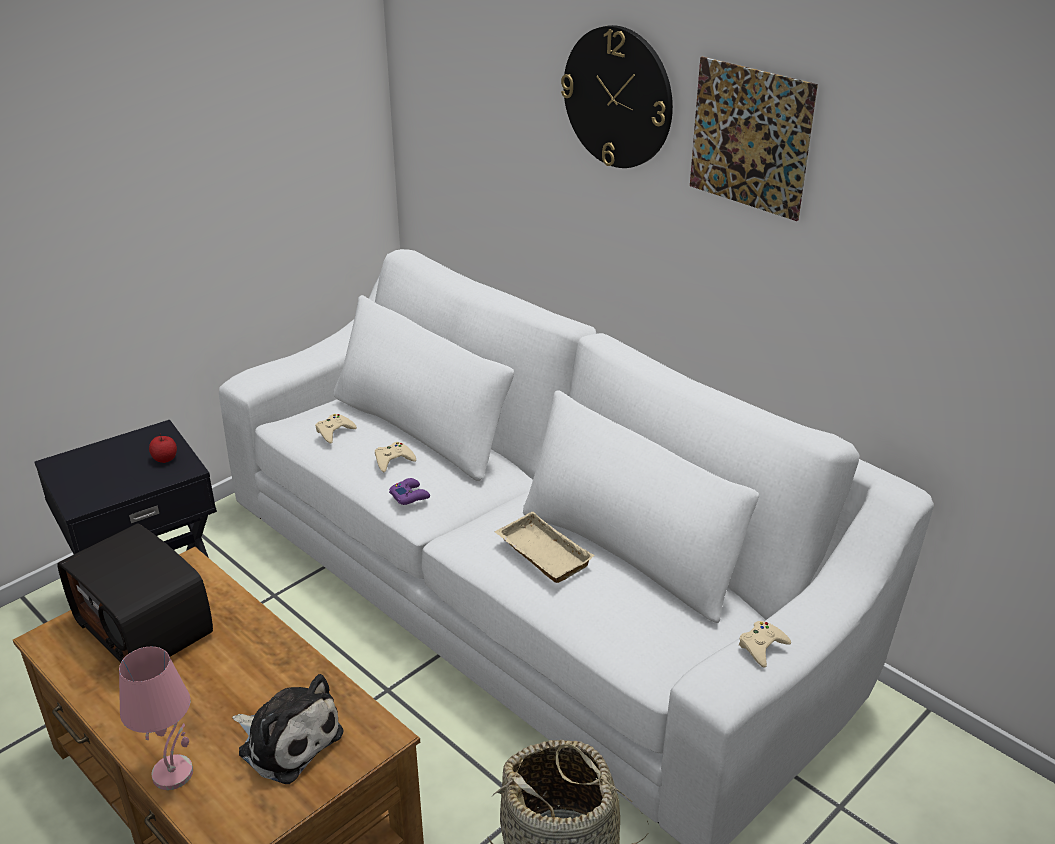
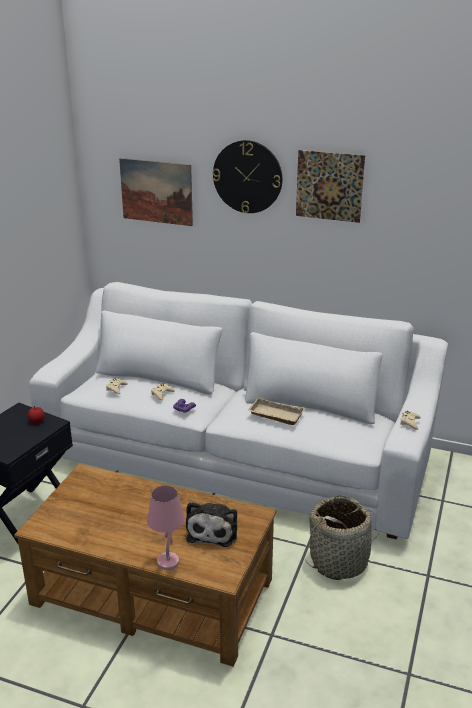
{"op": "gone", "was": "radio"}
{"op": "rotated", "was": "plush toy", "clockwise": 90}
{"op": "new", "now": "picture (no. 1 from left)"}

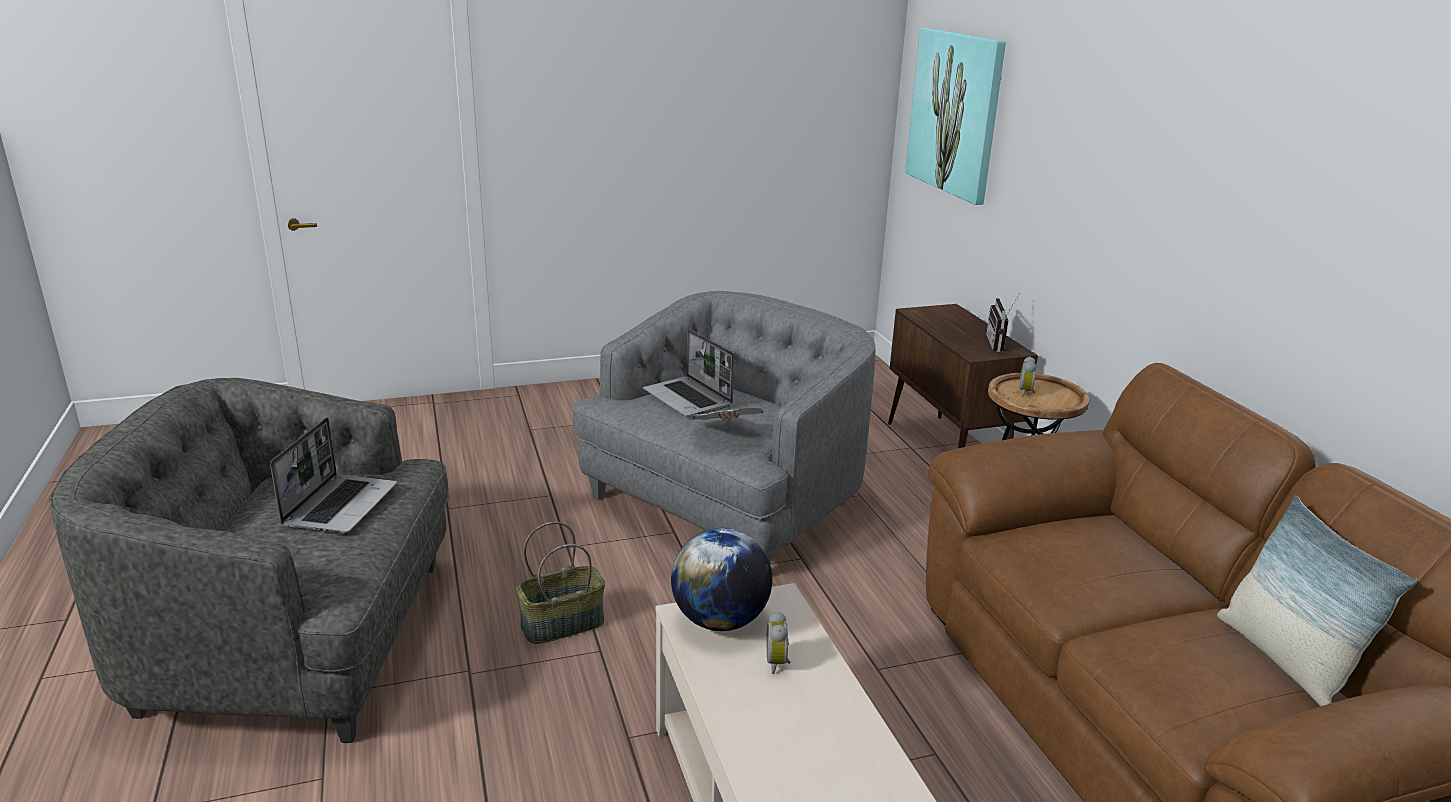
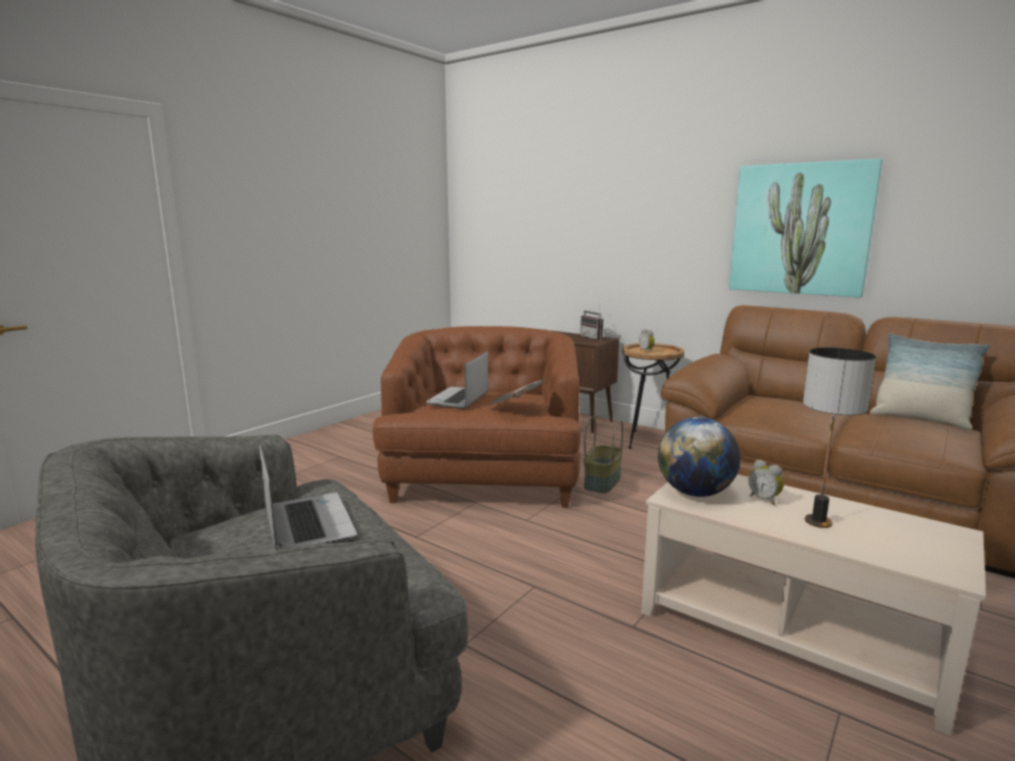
{"op": "shifted", "was": "picture"}
{"op": "repainted", "was": "armchair in grey (no. 2 from left)", "now": "armchair in brown"}
{"op": "rotated", "was": "laptop (no. 2 from left)", "clockwise": 90}
{"op": "shifted", "was": "basket"}
{"op": "new", "now": "table lamp"}

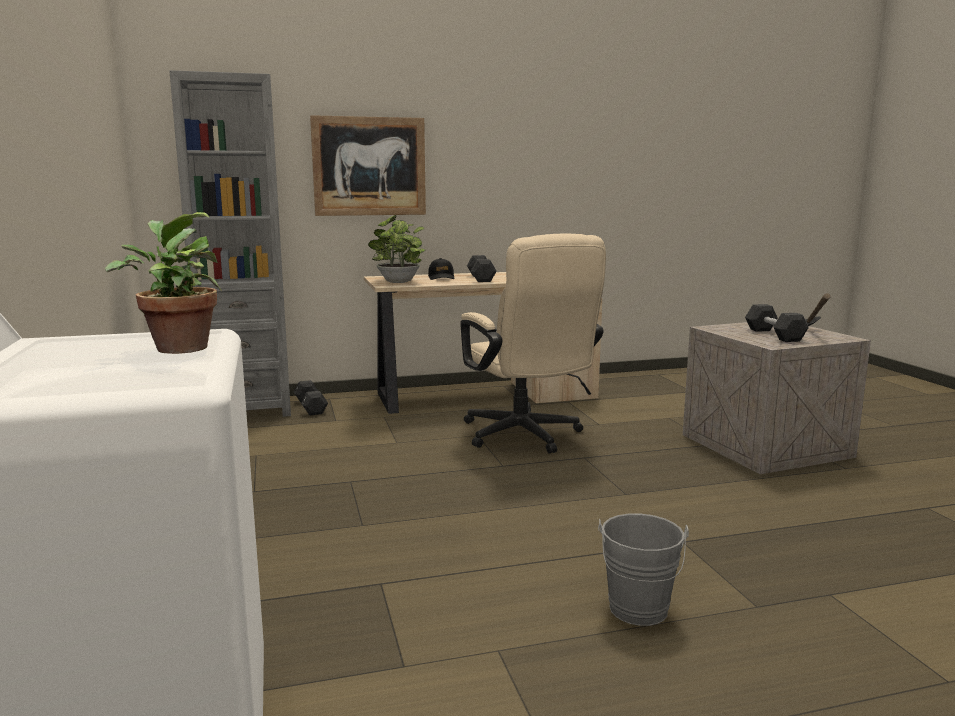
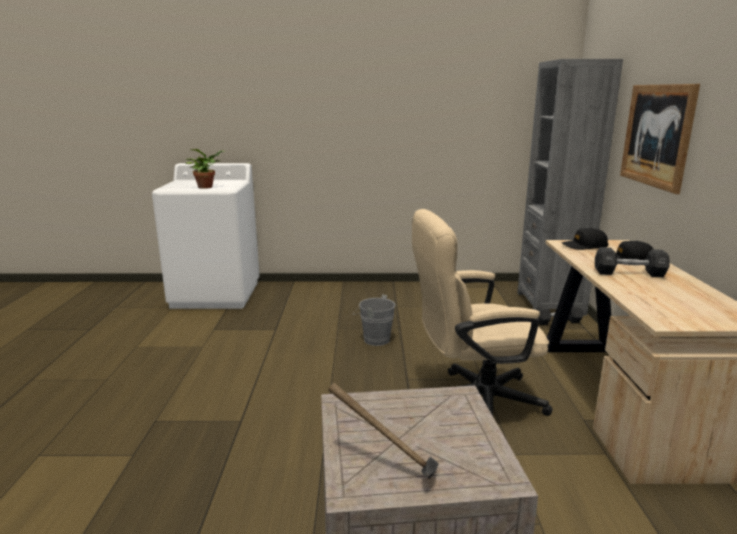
{"op": "swapped", "was": "potted plant (no. 2 from left)", "now": "cap in black (no. 1 from left)"}
{"op": "gone", "was": "dumbbell in black (no. 3 from left)"}
{"op": "shifted", "was": "bucket in grey"}

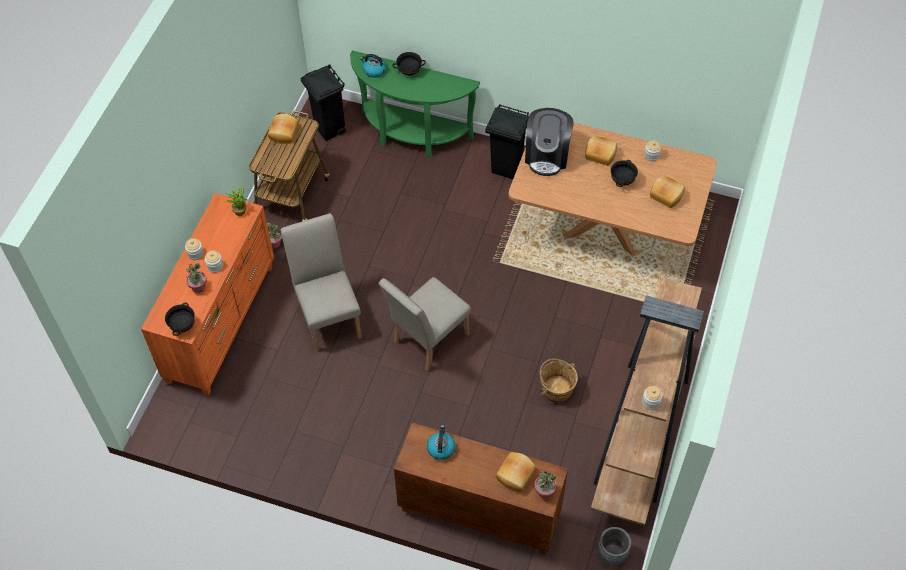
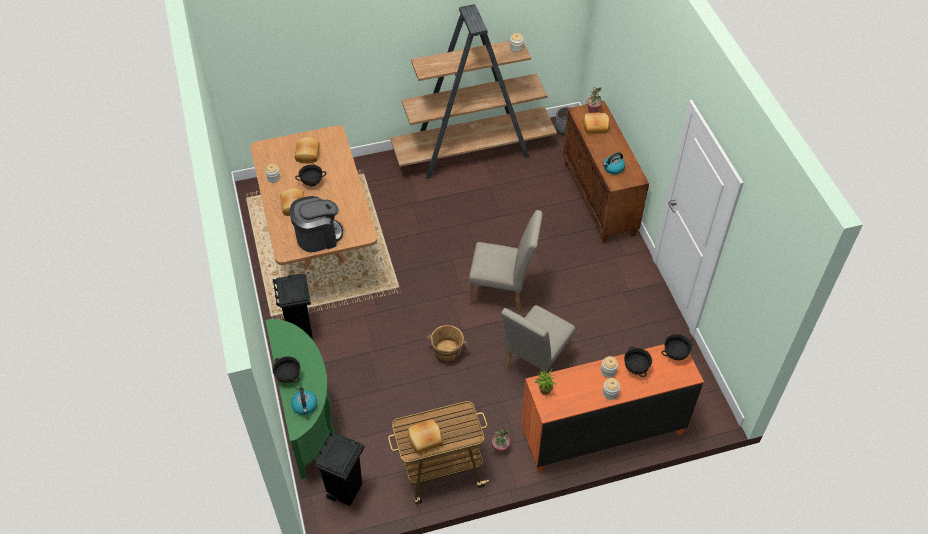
{"op": "swapped", "was": "potted plant (no. 1 from left)", "now": "bowl in black (no. 3 from left)"}
{"op": "shifted", "was": "bucket in brown"}

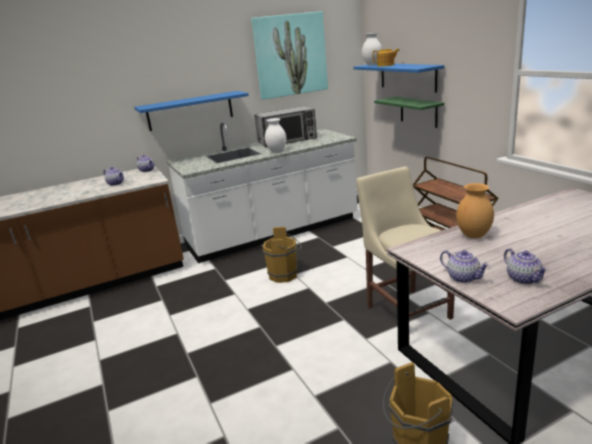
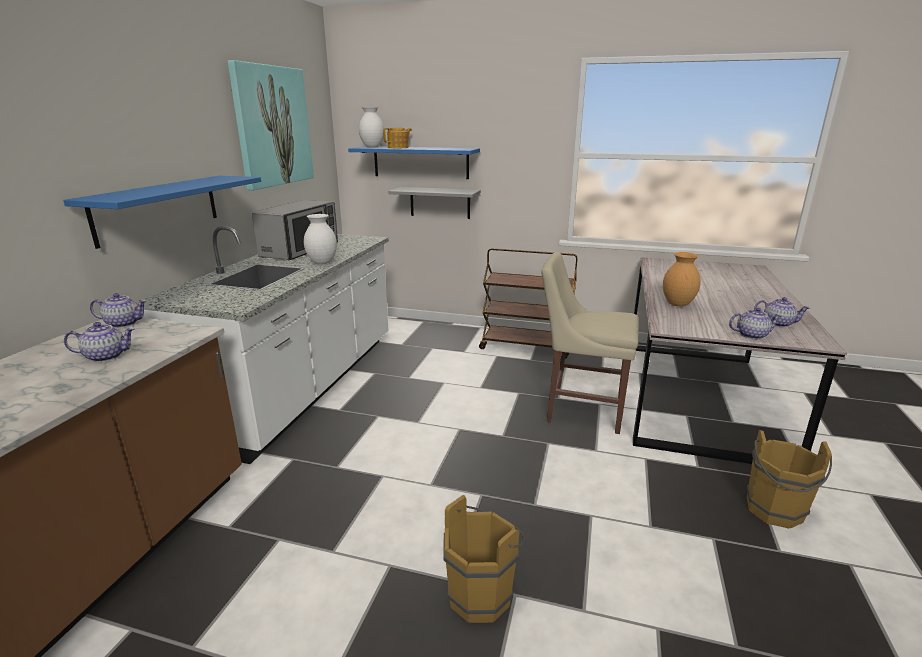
{"op": "repainted", "was": "shelf in green", "now": "shelf in grey"}
{"op": "shifted", "was": "bucket in brown (no. 1 from left)"}

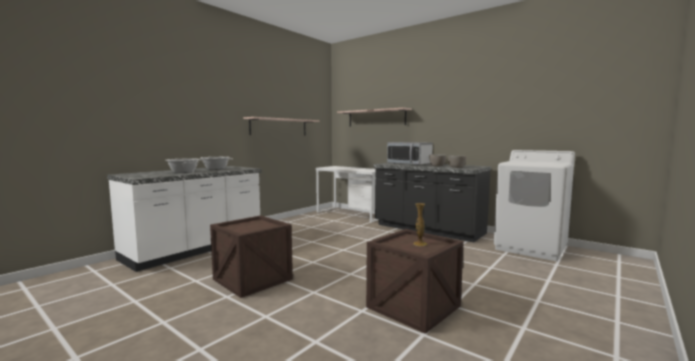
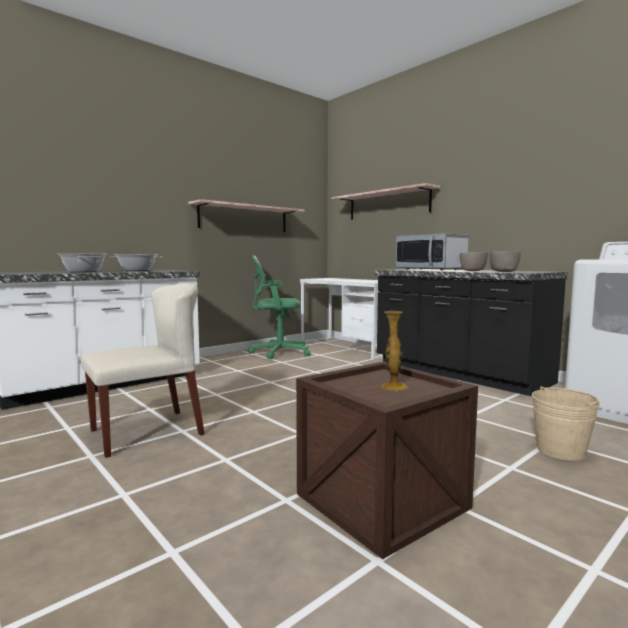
{"op": "swapped", "was": "crate (no. 1 from left)", "now": "chair in beige"}
{"op": "new", "now": "office chair in green"}
{"op": "new", "now": "bucket in beige"}

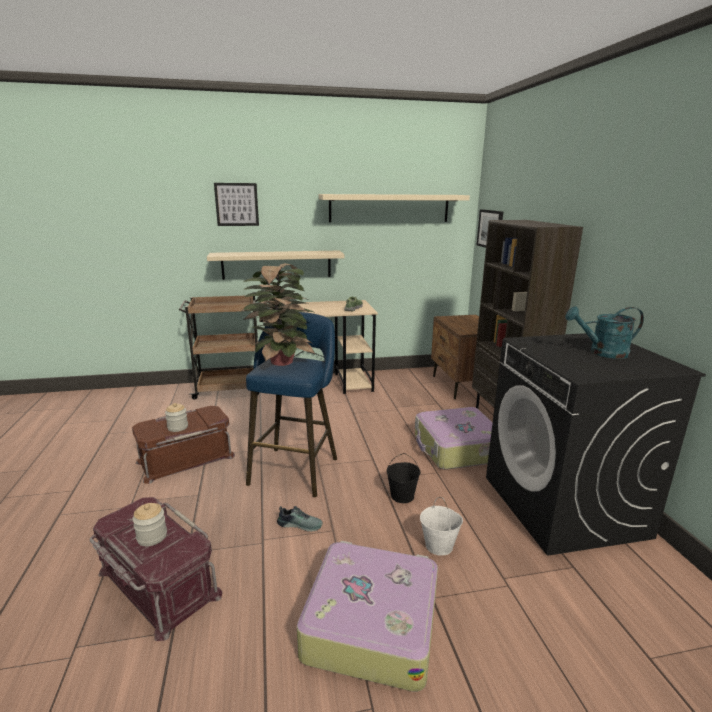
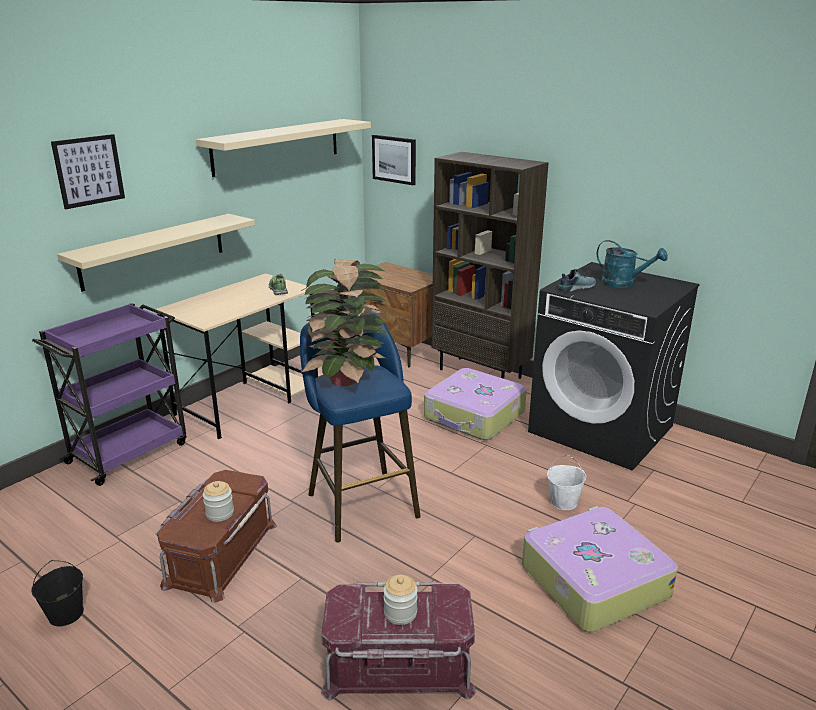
{"op": "repainted", "was": "cart in brown", "now": "cart in purple"}
{"op": "rotated", "was": "watering can in turquoise", "clockwise": -105}
{"op": "shifted", "was": "bucket in black"}
{"op": "shifted", "was": "shoe (no. 1 from left in the first image)", "now": "shoe (no. 2 from left)"}

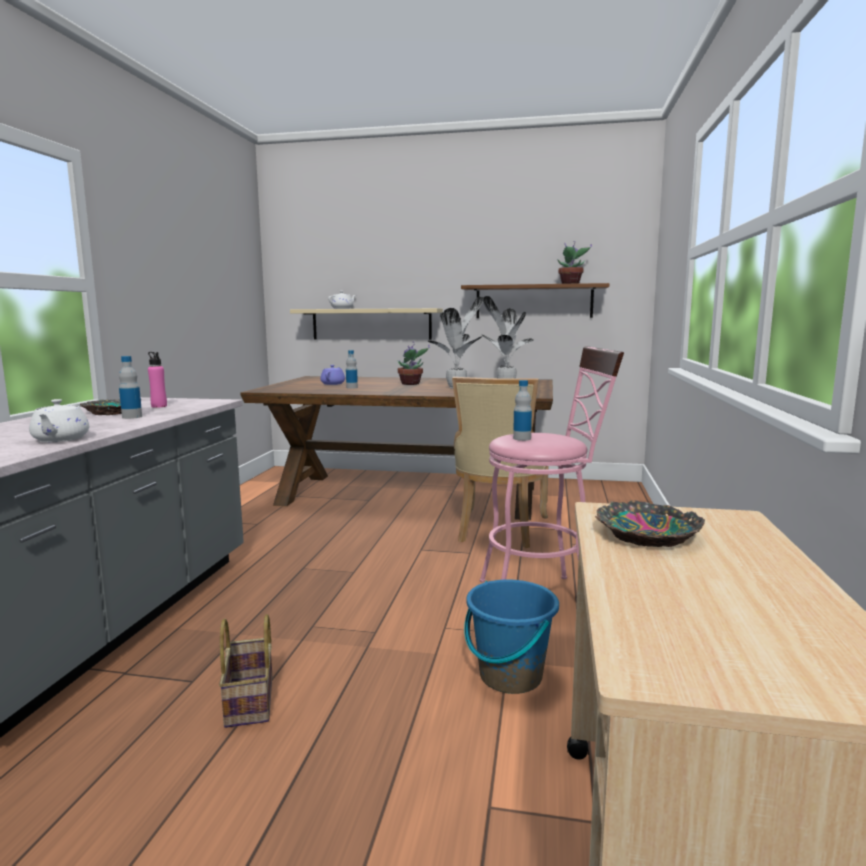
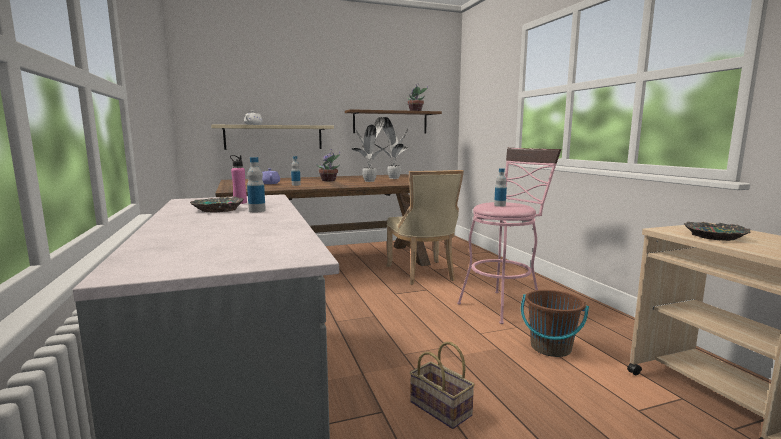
{"op": "gone", "was": "teapot in white (no. 1 from left)"}
{"op": "repainted", "was": "bucket in blue", "now": "bucket in brown"}

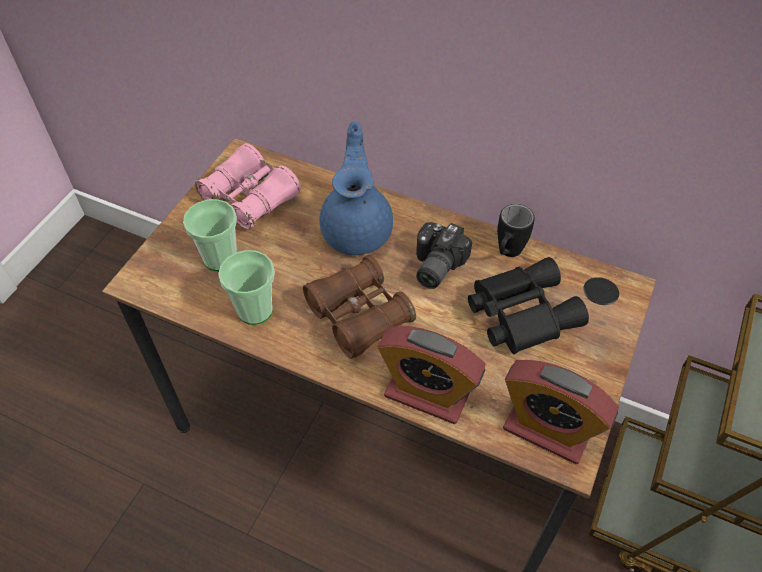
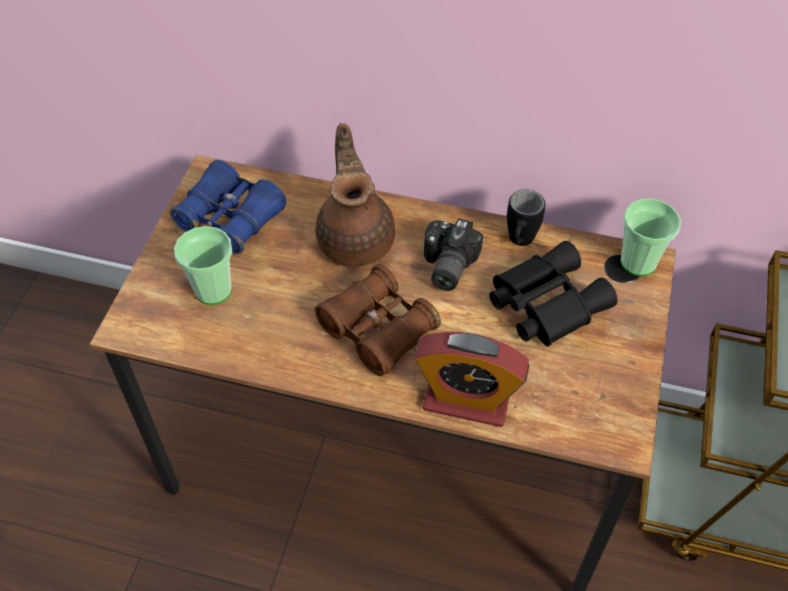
{"op": "repainted", "was": "teapot in blue", "now": "teapot in brown"}
{"op": "repainted", "was": "binoculars in pink", "now": "binoculars in blue"}
{"op": "shifted", "was": "cup (no. 2 from left)"}
{"op": "gone", "was": "alarm clock (no. 2 from left)"}

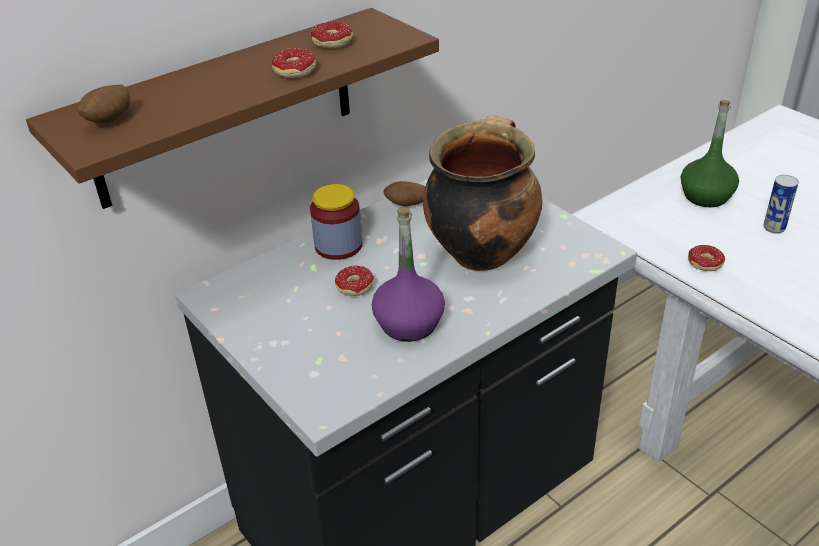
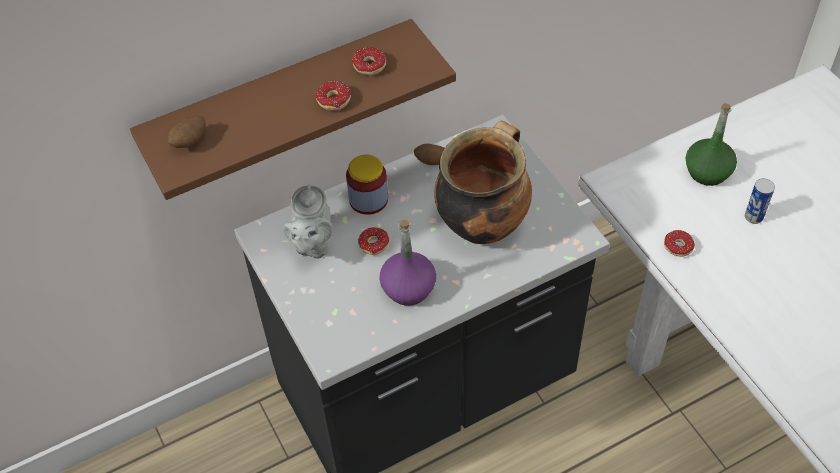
{"op": "new", "now": "teapot in grey"}

